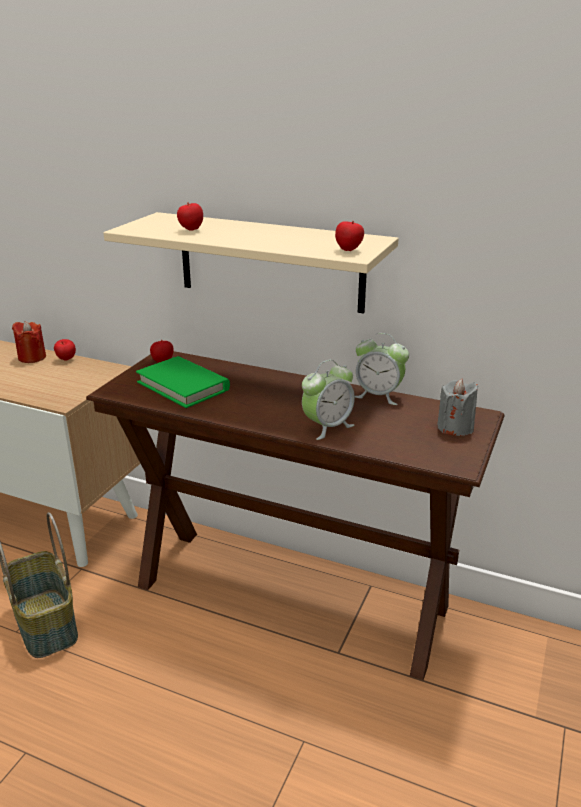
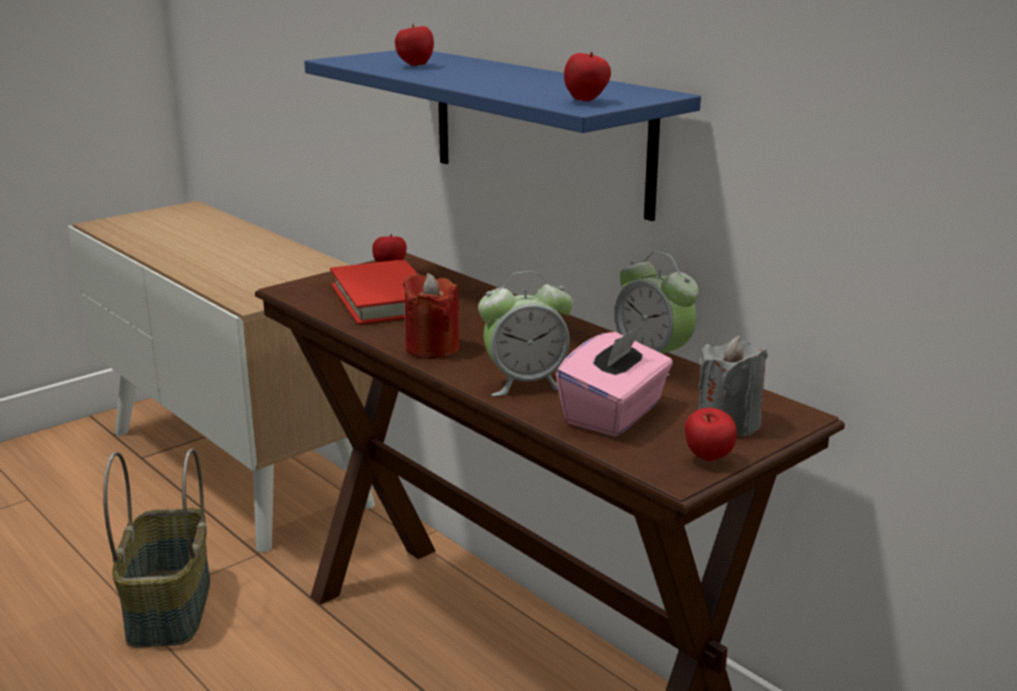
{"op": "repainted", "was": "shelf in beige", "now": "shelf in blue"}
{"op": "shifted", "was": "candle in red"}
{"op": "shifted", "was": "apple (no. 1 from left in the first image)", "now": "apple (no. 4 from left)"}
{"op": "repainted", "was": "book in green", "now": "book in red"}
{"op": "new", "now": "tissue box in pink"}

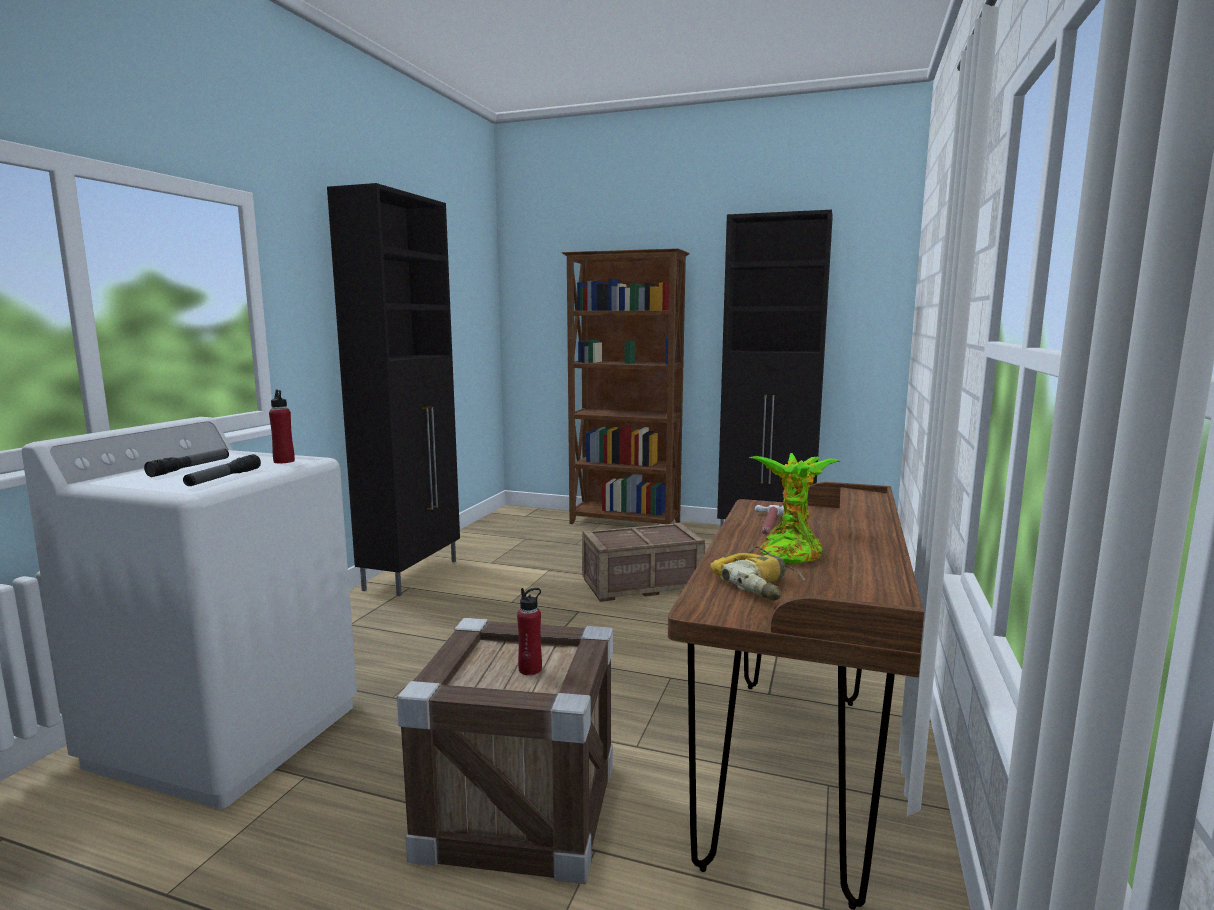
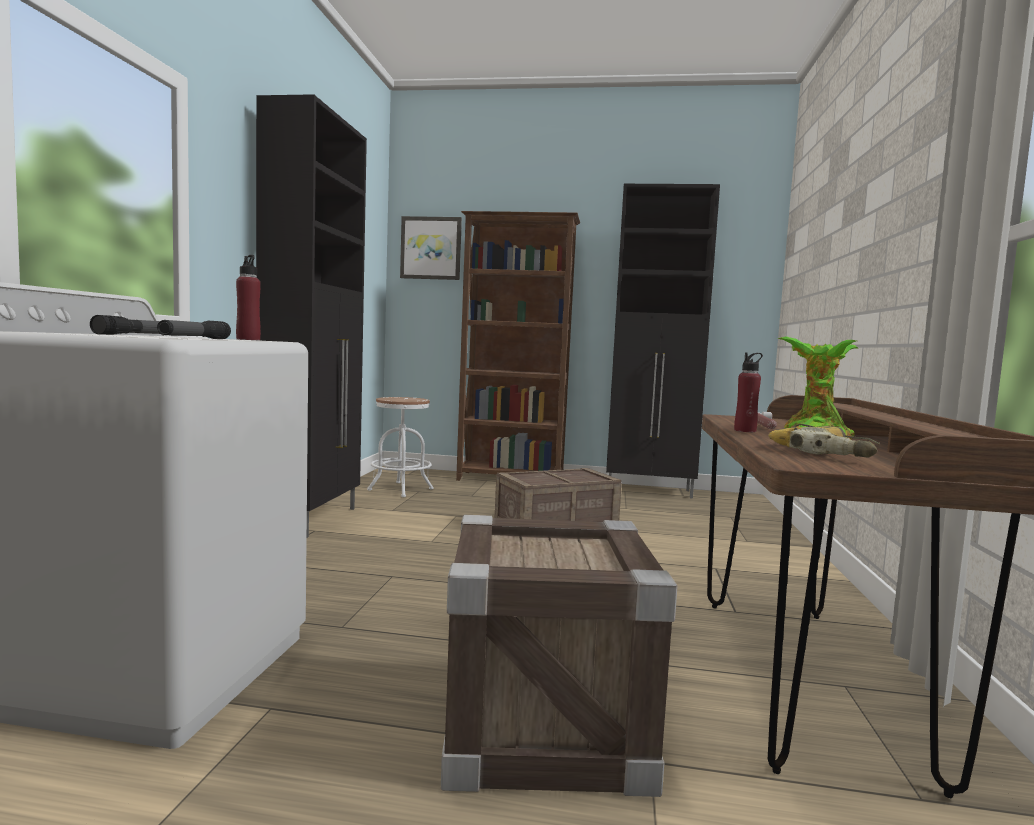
{"op": "shifted", "was": "bottle in red (no. 2 from left)"}
{"op": "new", "now": "picture"}
{"op": "new", "now": "stool in white"}

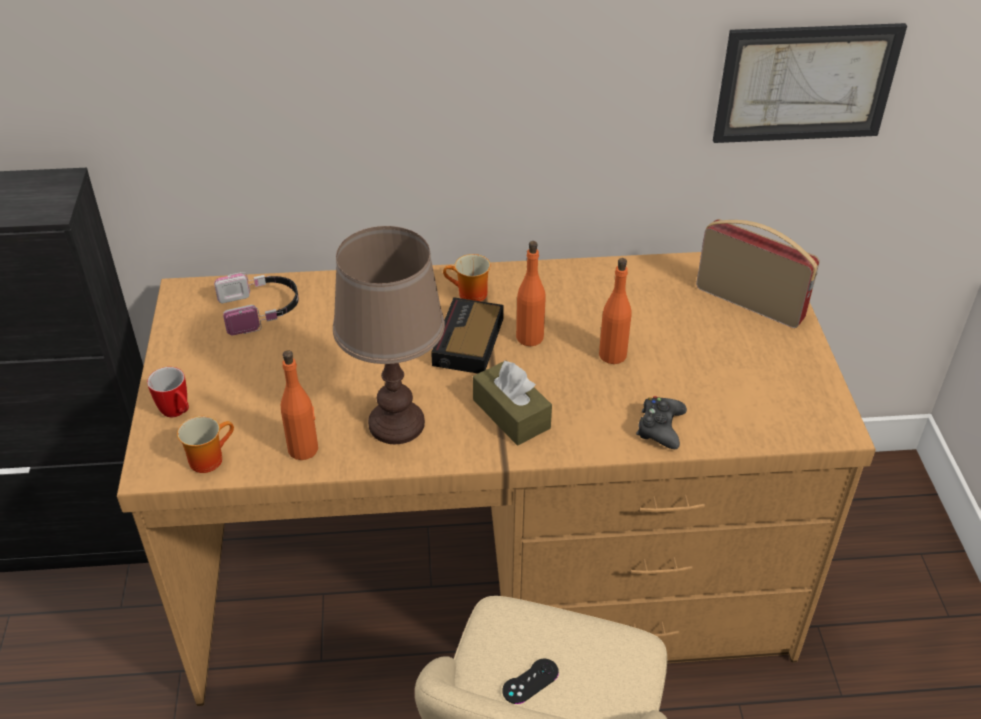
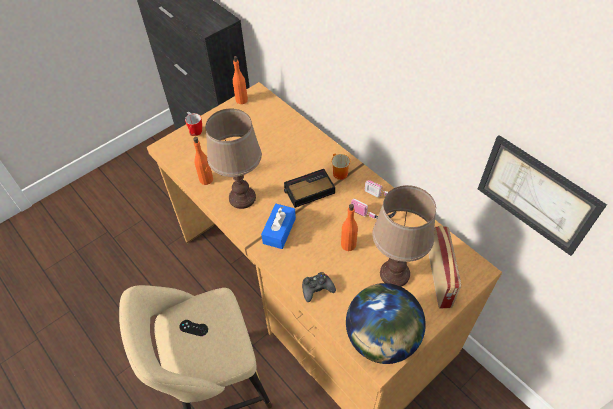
{"op": "shifted", "was": "bottle in orange (no. 2 from left)"}
{"op": "shifted", "was": "headphones"}
{"op": "repainted", "was": "tissue box in brown", "now": "tissue box in blue"}
{"op": "gone", "was": "mug (no. 2 from left)"}
{"op": "new", "now": "table lamp in brown (no. 2 from left)"}
{"op": "new", "now": "globe"}

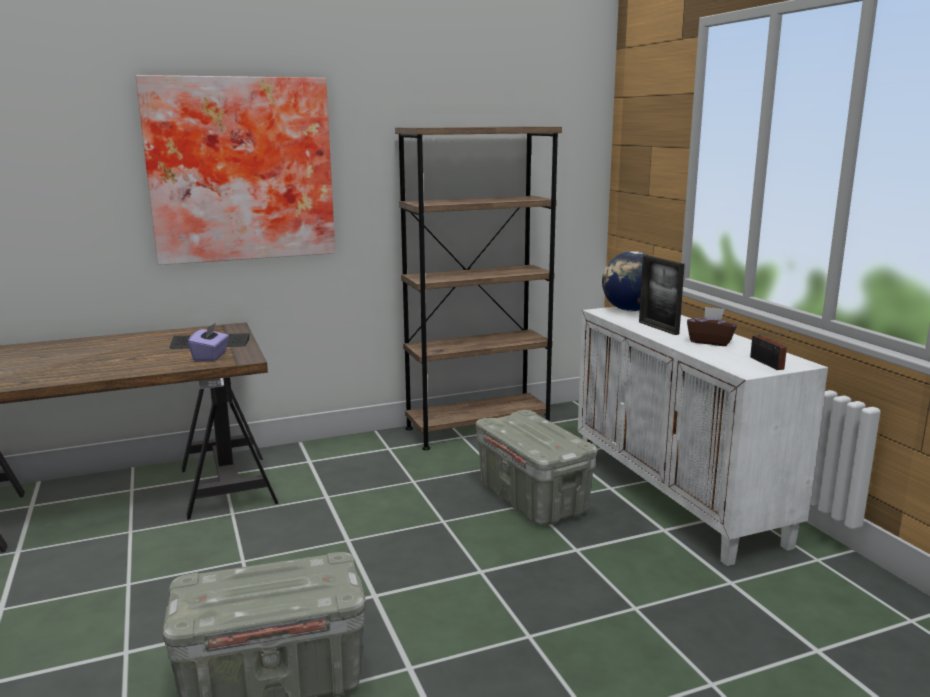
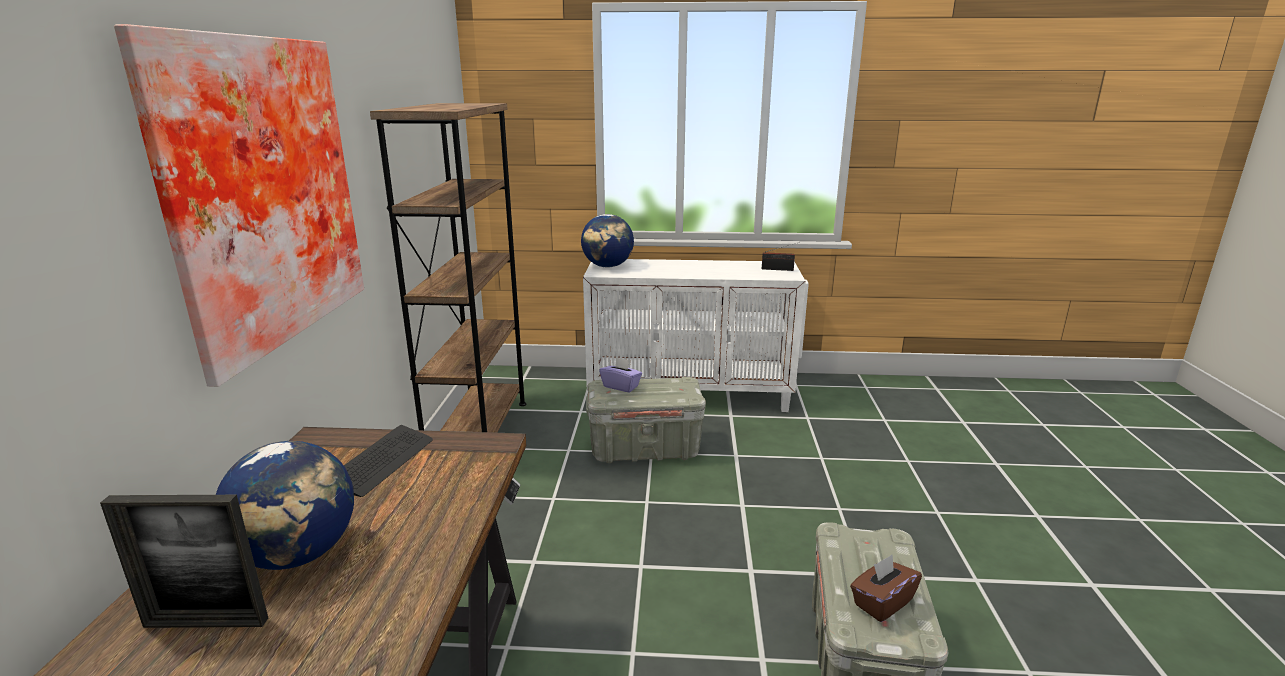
{"op": "shifted", "was": "picture frame"}
{"op": "shifted", "was": "tissue box in brown"}
{"op": "shifted", "was": "tissue box in purple"}
{"op": "new", "now": "globe (no. 1 from left)"}

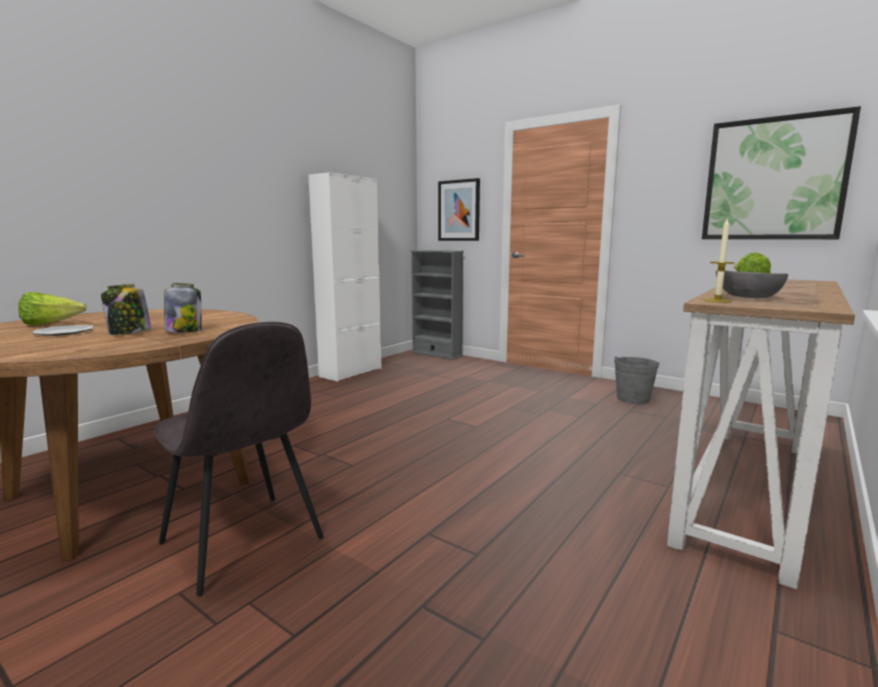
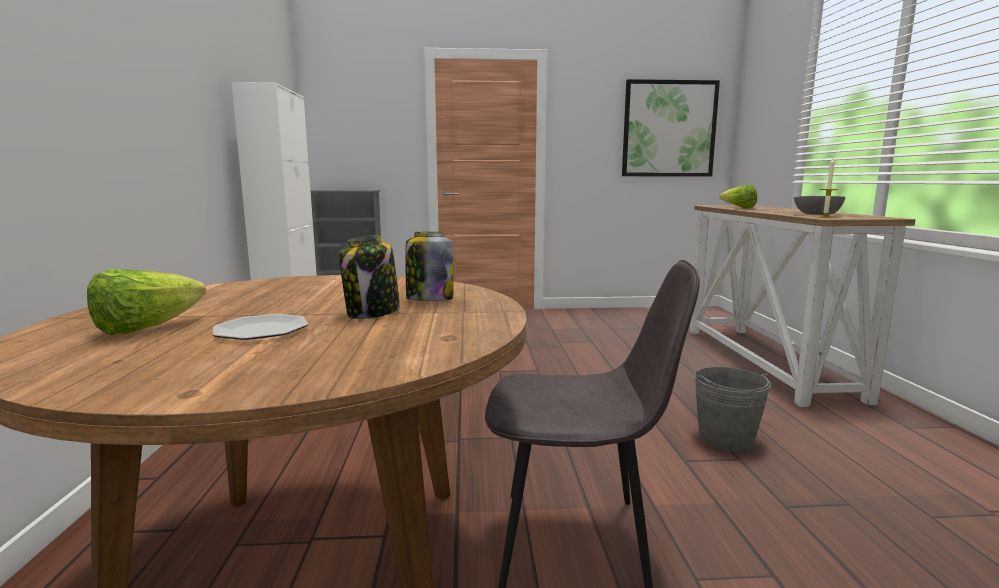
{"op": "gone", "was": "picture (no. 1 from left)"}
{"op": "shifted", "was": "bucket in grey"}

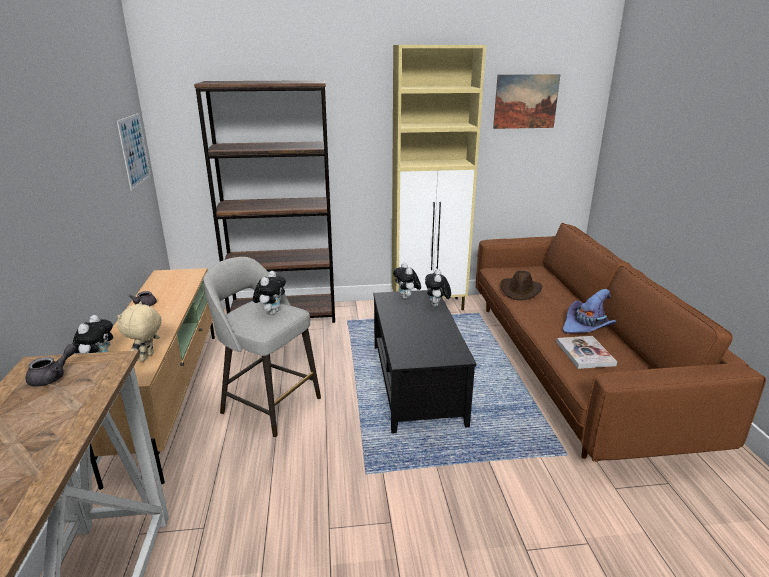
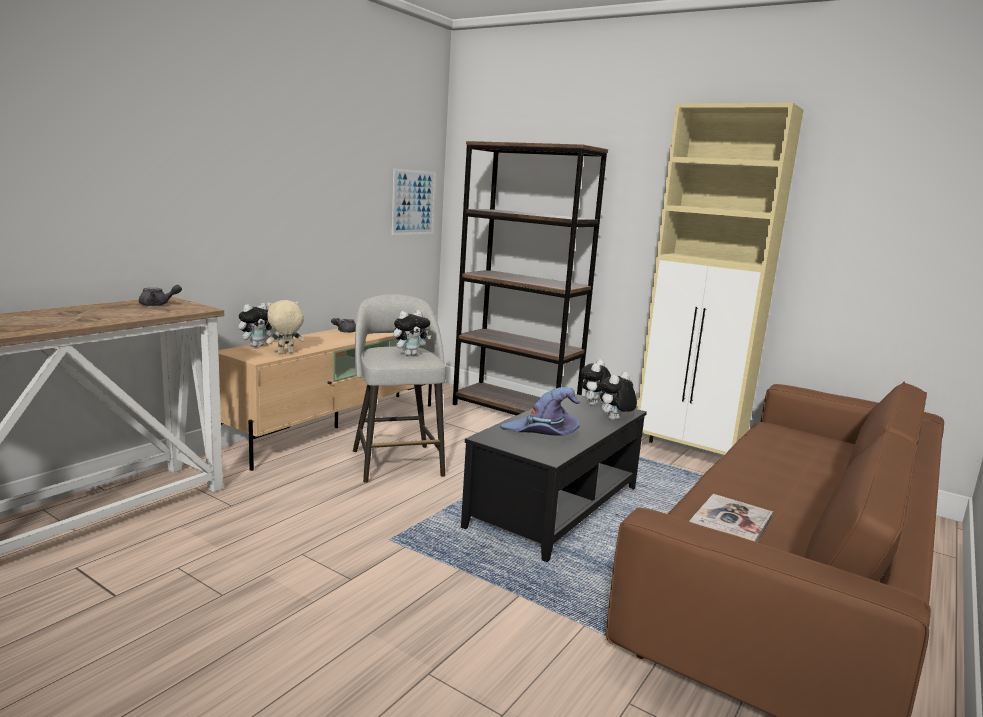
{"op": "gone", "was": "picture (no. 2 from left)"}
{"op": "gone", "was": "hat in brown"}
{"op": "shifted", "was": "hat in purple"}

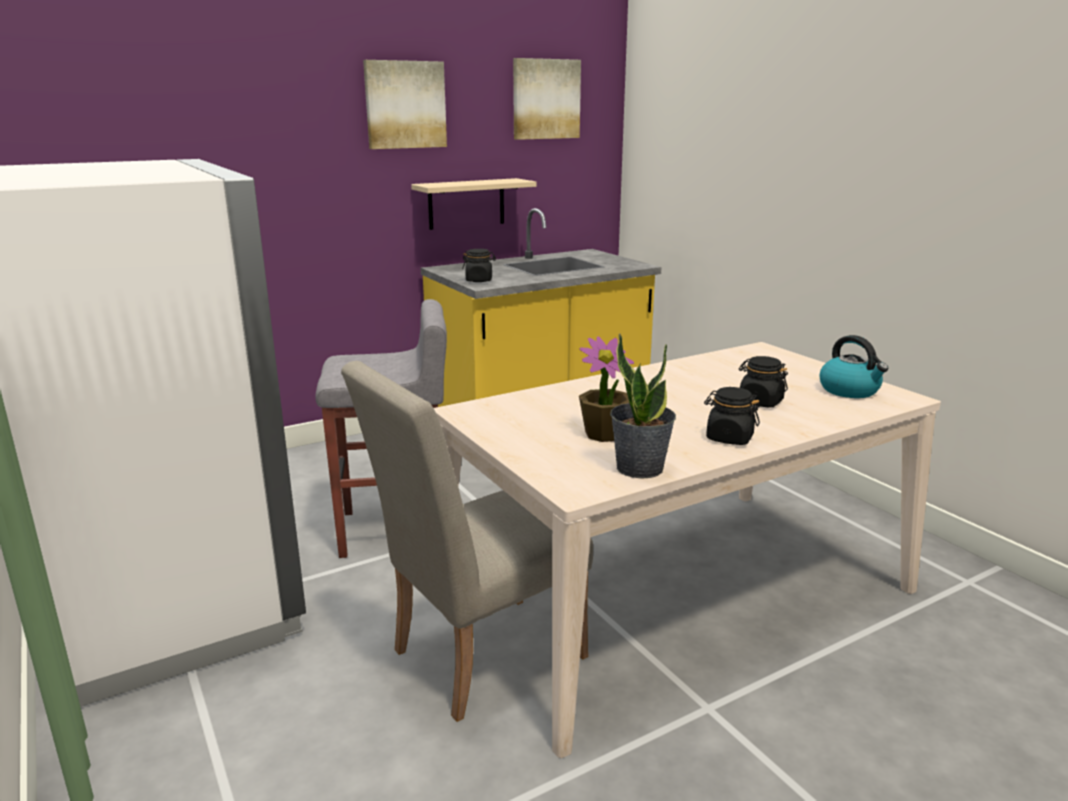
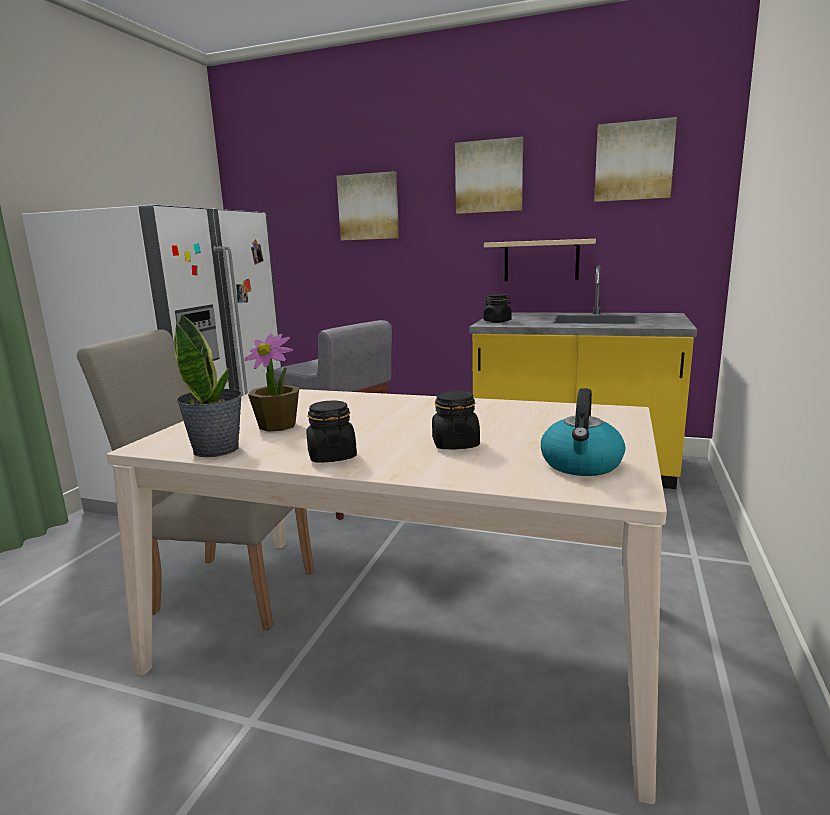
{"op": "new", "now": "picture (no. 1 from left)"}

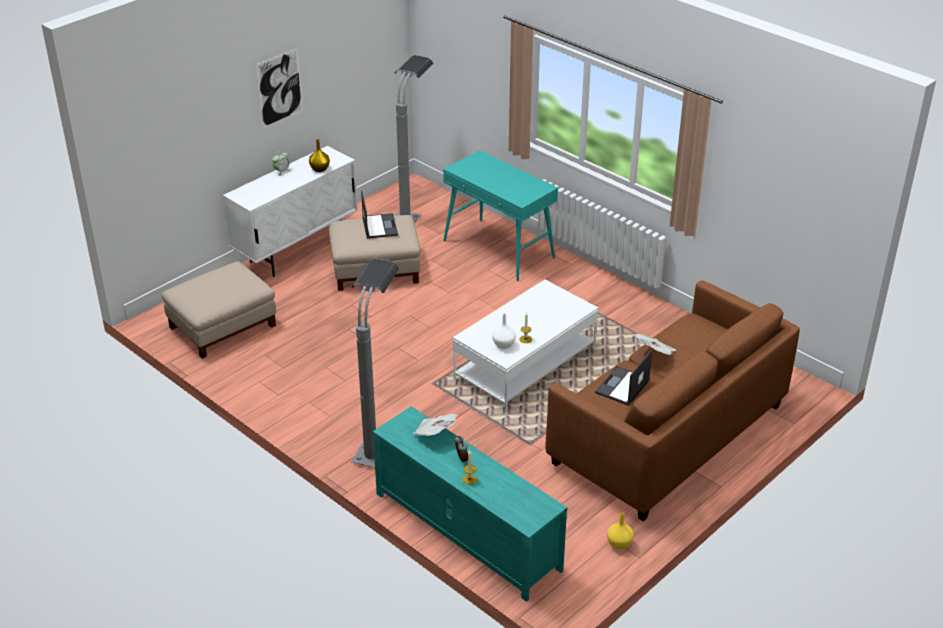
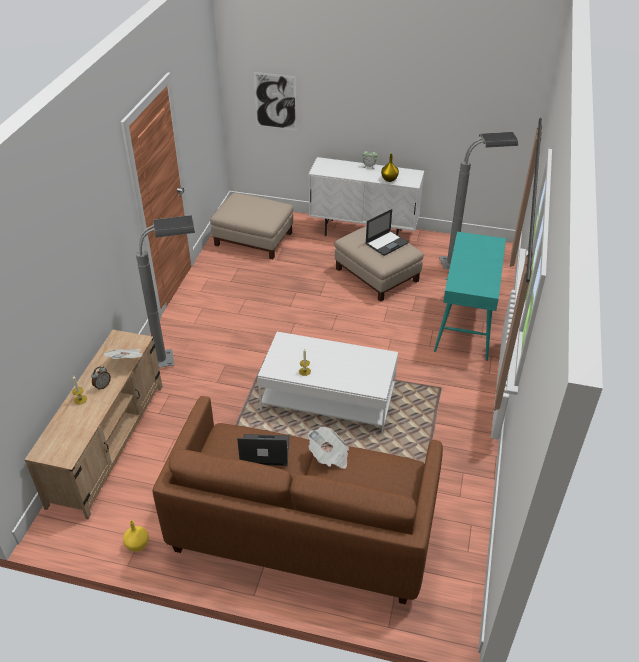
{"op": "shifted", "was": "picture"}
{"op": "gone", "was": "vase in white"}
{"op": "repainted", "was": "tv stand in turquoise", "now": "tv stand in beige"}

